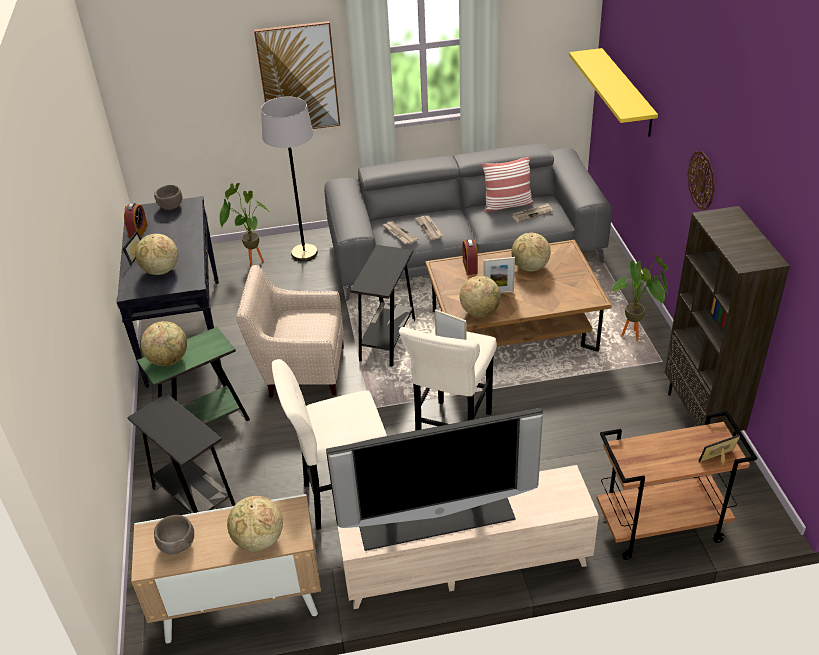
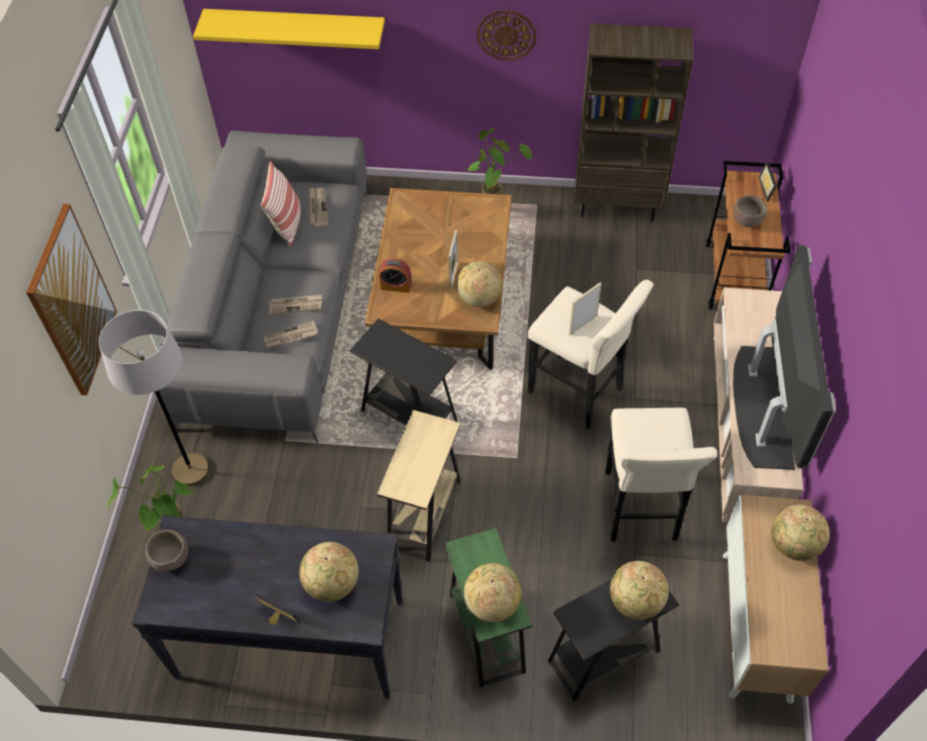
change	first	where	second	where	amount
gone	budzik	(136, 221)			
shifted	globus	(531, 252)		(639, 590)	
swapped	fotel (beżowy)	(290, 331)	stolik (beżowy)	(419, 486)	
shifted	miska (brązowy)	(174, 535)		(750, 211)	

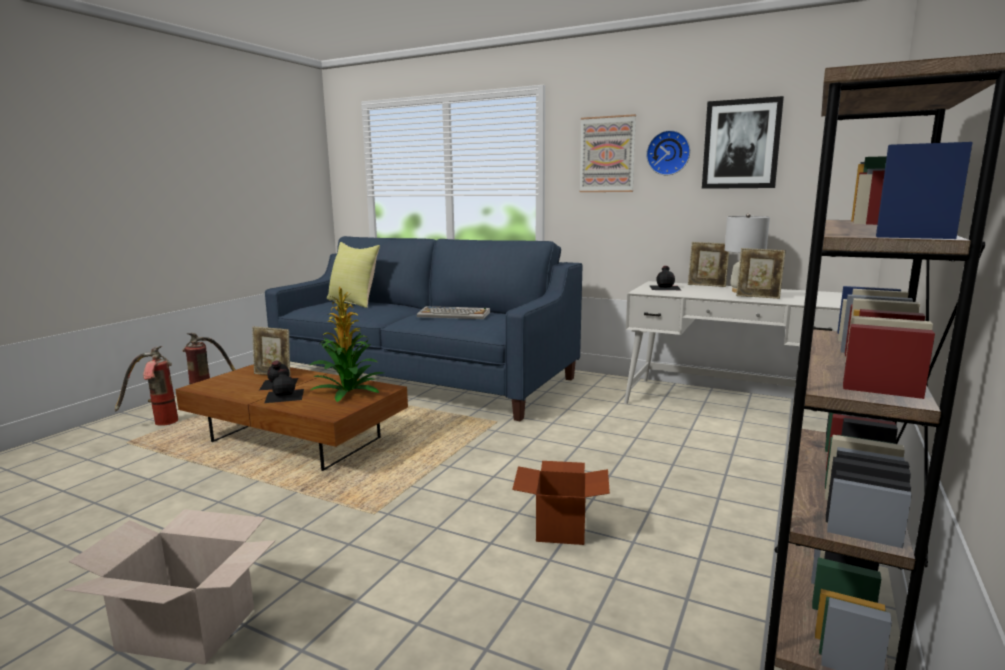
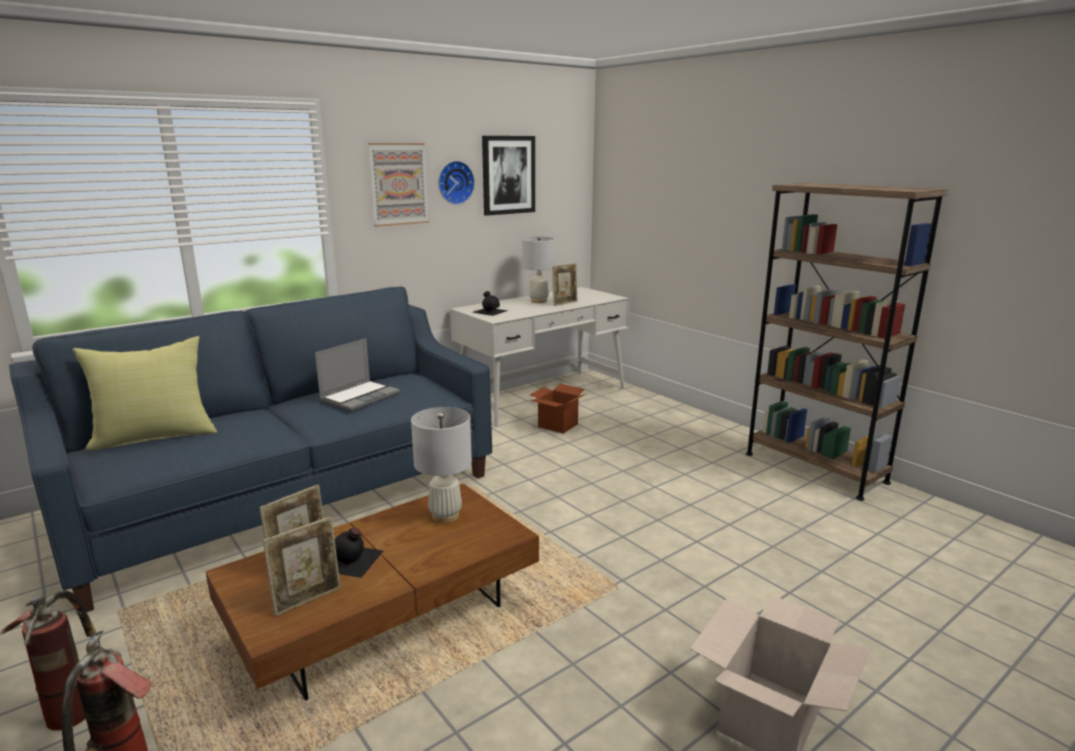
change	first	where	second	where	amount
shifted	ramka na zdjęcie	(708, 264)		(302, 566)	
swapped	roślina doniczkowa	(347, 344)	lampa stołowa (biały)	(441, 465)	
swapped	klawiatura	(453, 312)	laptop	(357, 374)	
gone	butelka (czarny)	(284, 386)			
shifted	karton	(561, 503)		(558, 409)	

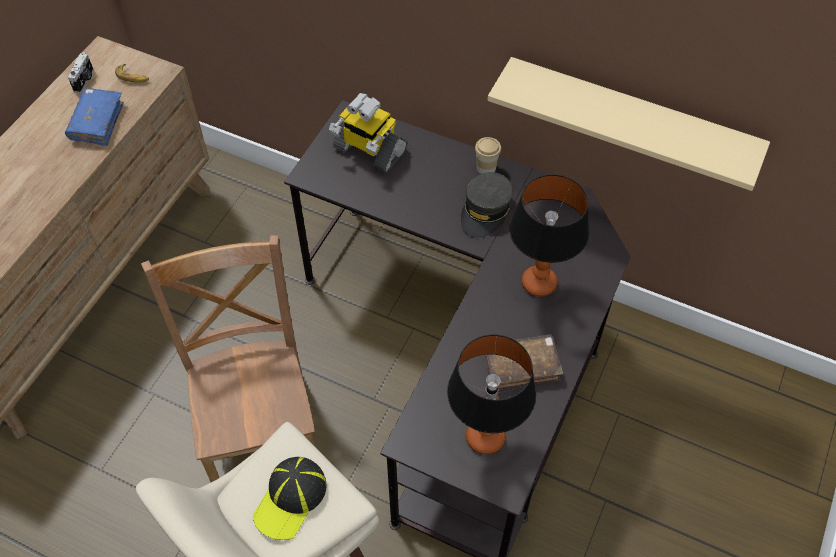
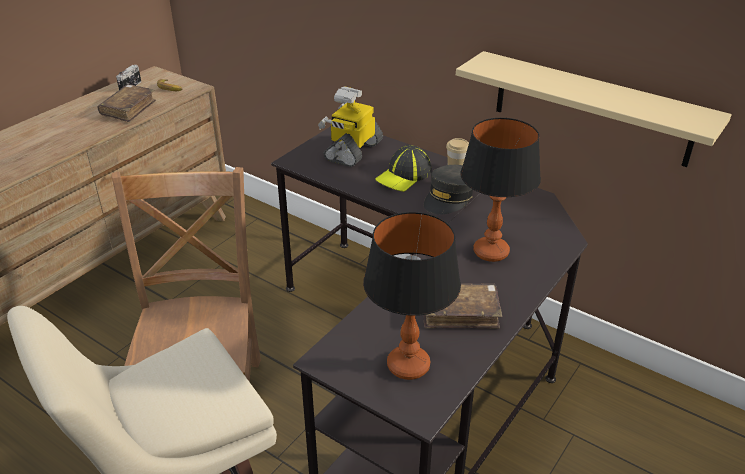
change	first	where	second	where	amount
repainted	książka (niebieski)	(94, 117)	książka (brązowy)	(126, 103)	
rotated	robot zabawkowy	(368, 133)		(350, 126)	75 degrees clockwise
shifted	czapka z daszkiem	(290, 498)		(403, 168)	

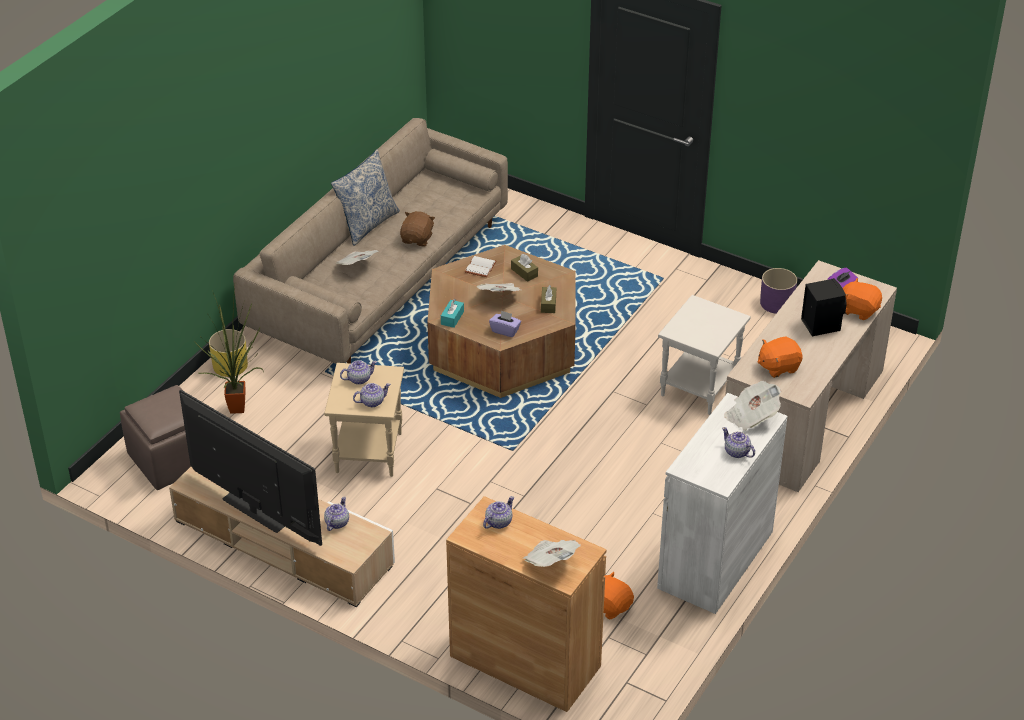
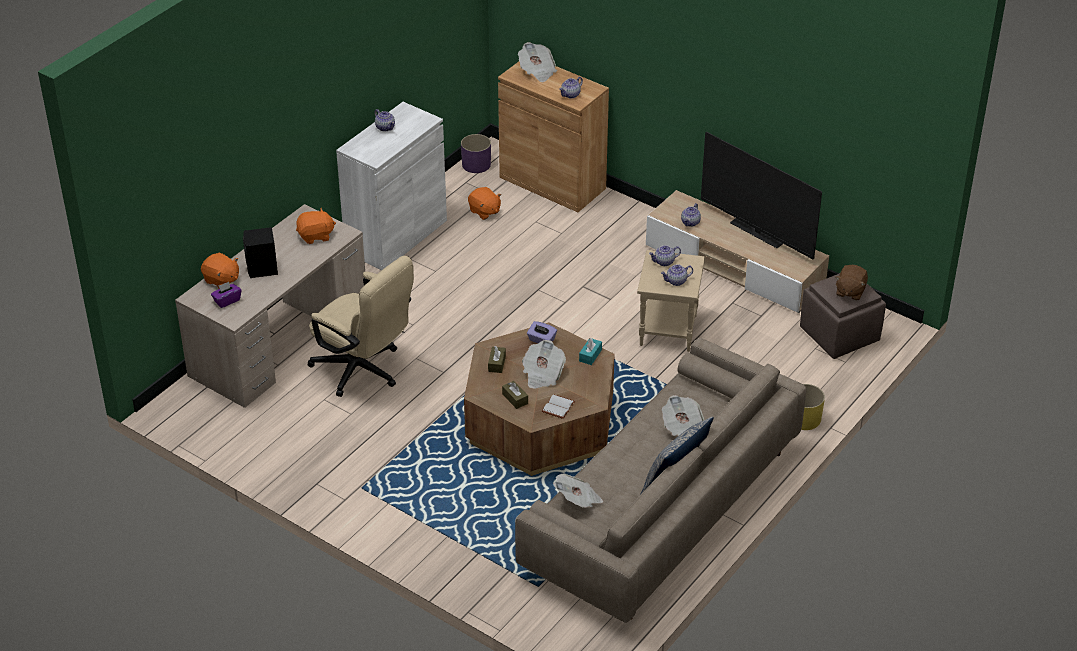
change	first	where	second	where	amount
shifted	pluszak (brązowy)	(417, 228)		(851, 282)	
shifted	donica (fioletowy)	(778, 291)		(476, 153)	
gone	roślina doniczkowa	(229, 350)			
swapped	stolik (biały)	(704, 355)	krzesło biurowe (beżowy)	(361, 326)	
shifted	gazeta	(752, 406)		(578, 491)	

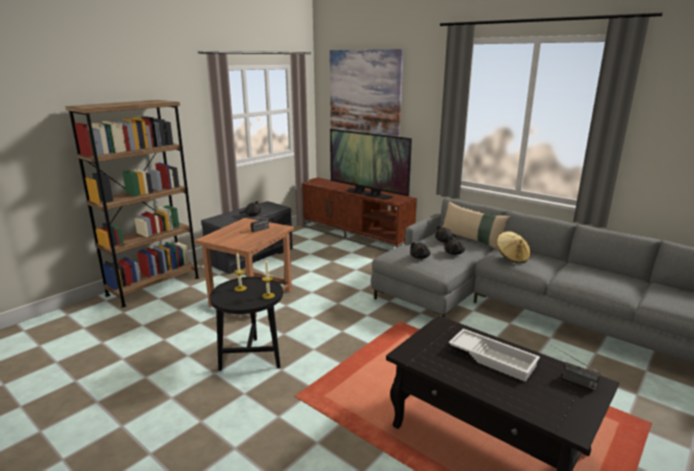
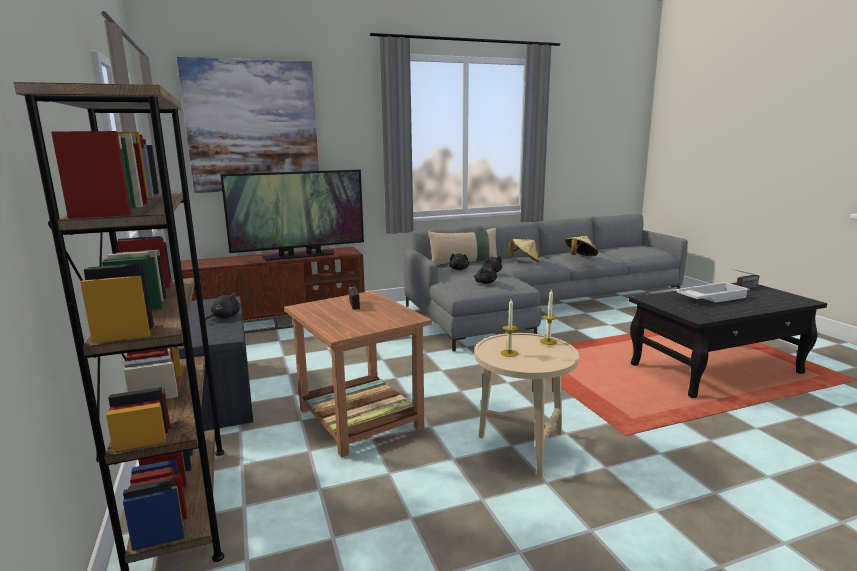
change	first	where	second	where	amount
repainted	stolik (czarny)	(246, 324)	stolik (beżowy)	(527, 405)	
new			kapelusz (beżowy)	(581, 246)	

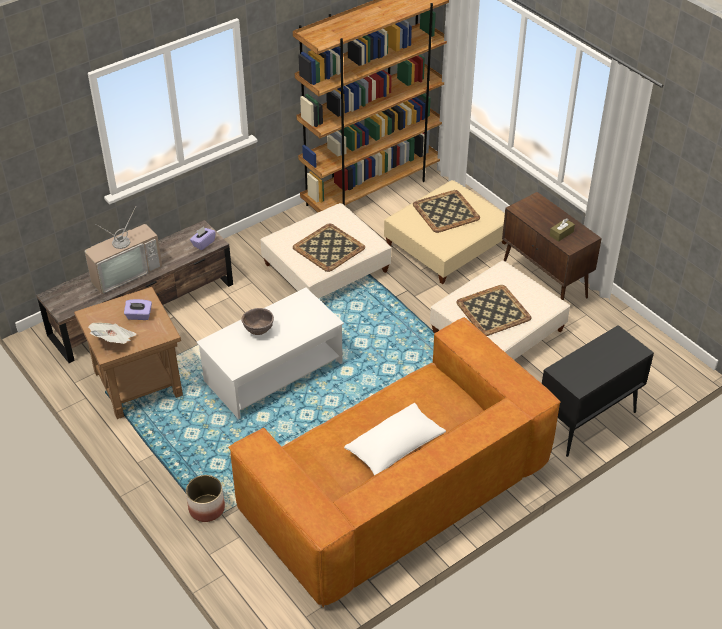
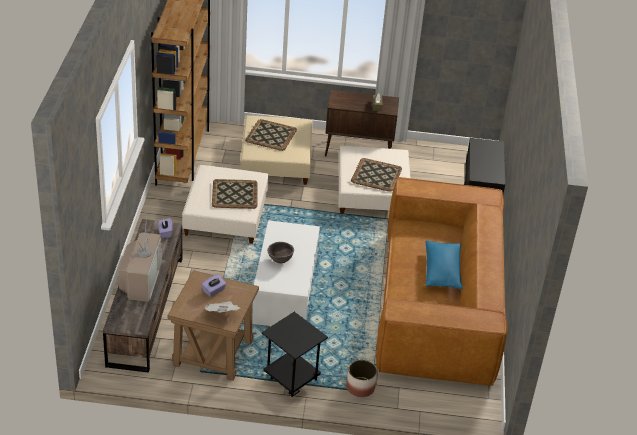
change	first	where	second	where	amount
repainted	poduszka (biały)	(395, 439)	poduszka (niebieski)	(444, 264)	
new			stolik (czarny)	(295, 354)	

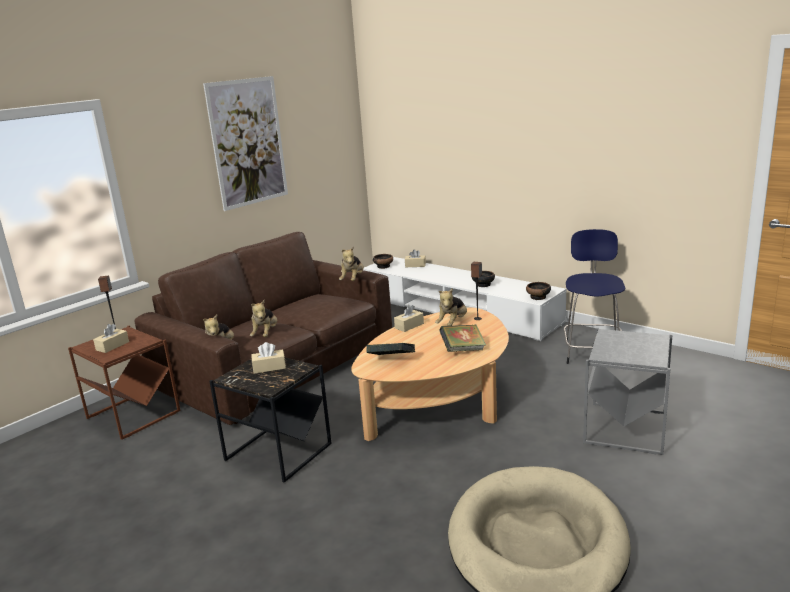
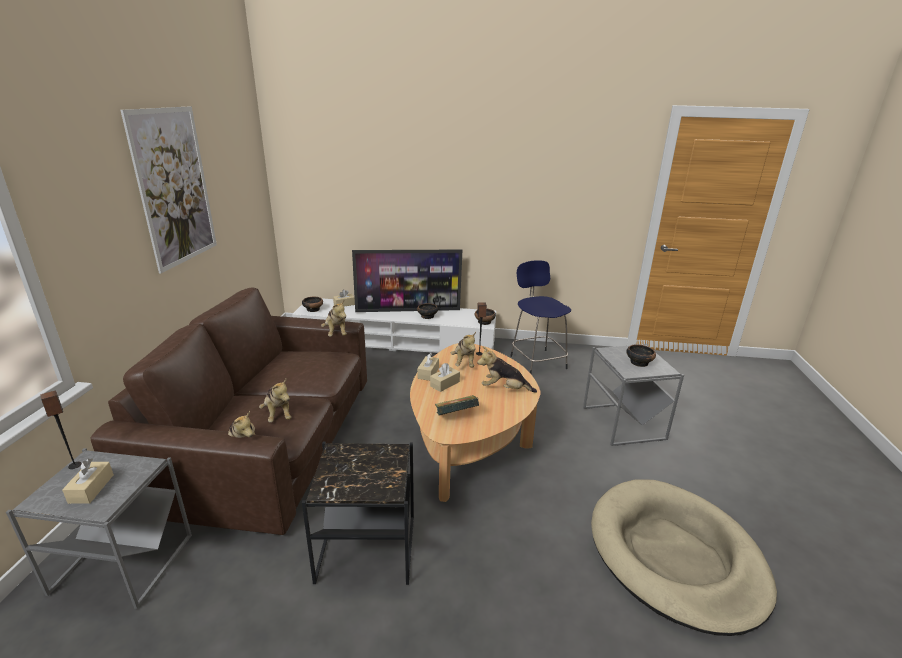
change	first	where	second	where	amount
swapped	książka	(462, 338)	pluszak	(507, 370)	
repainted	stolik (brązowy)	(124, 383)	stolik (szary)	(99, 528)	
shifted	pudełko chusteczek (beżowy)	(268, 358)		(445, 377)	
new			telewizor	(407, 281)	
new			miska	(641, 355)	

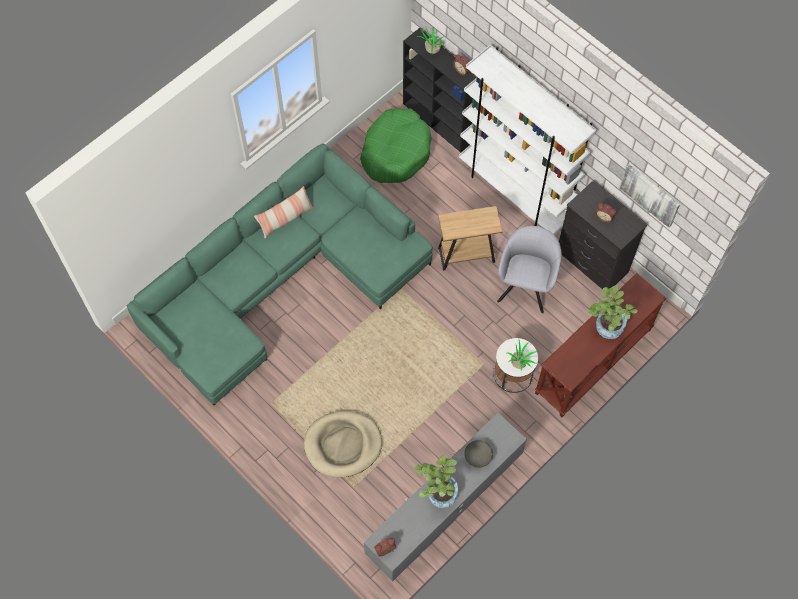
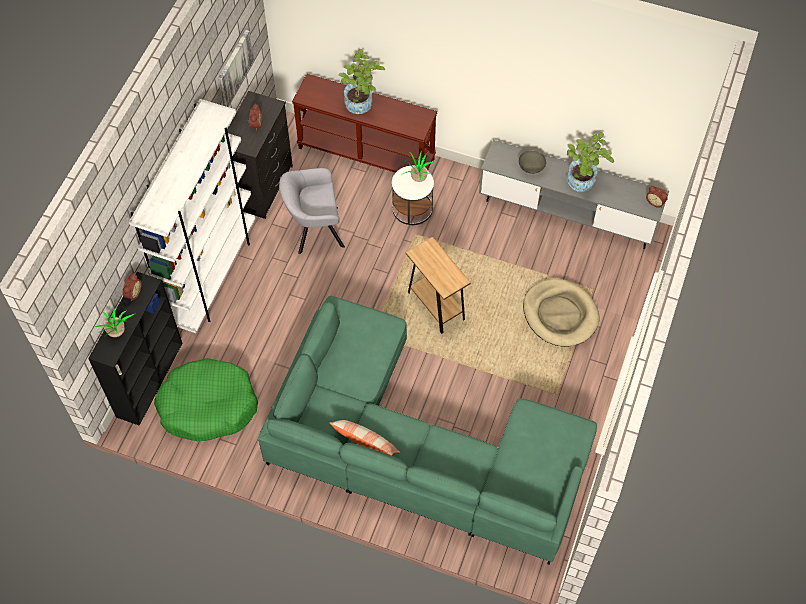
change	first	where	second	where	amount
shifted	stolik (brązowy)	(470, 238)		(438, 285)	

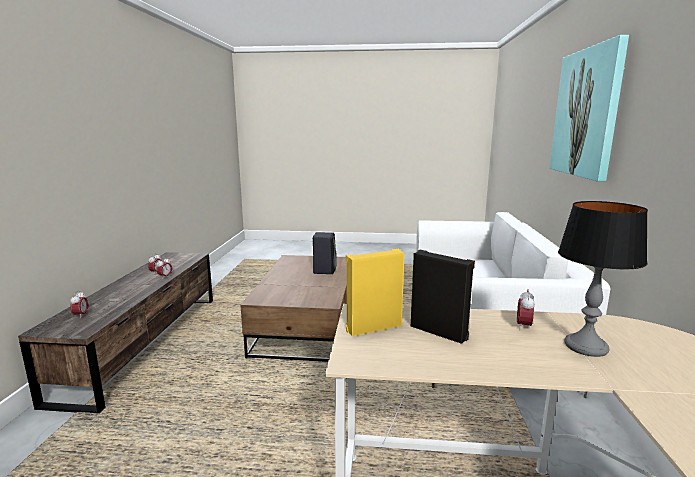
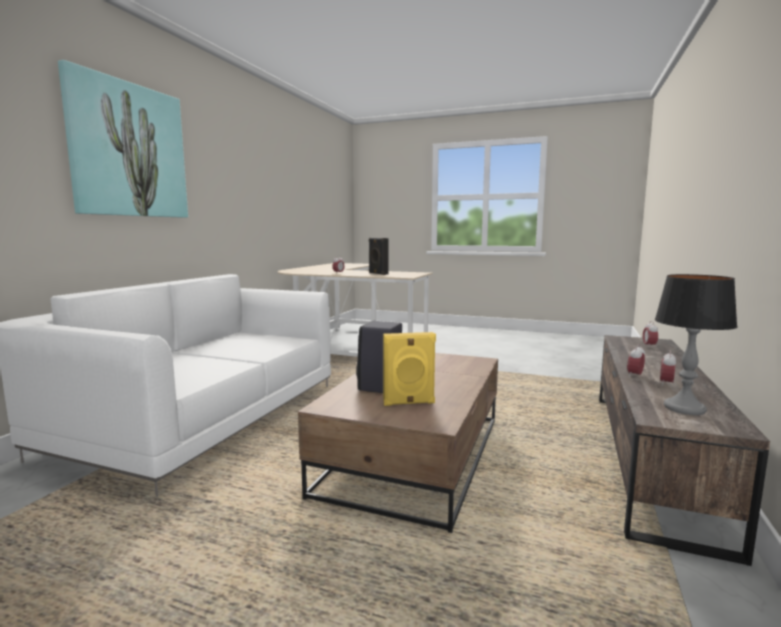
change	first	where	second	where	amount
shifted	lampa stołowa	(603, 279)		(696, 344)	
shifted	głośnik (żółty)	(375, 292)		(409, 369)	

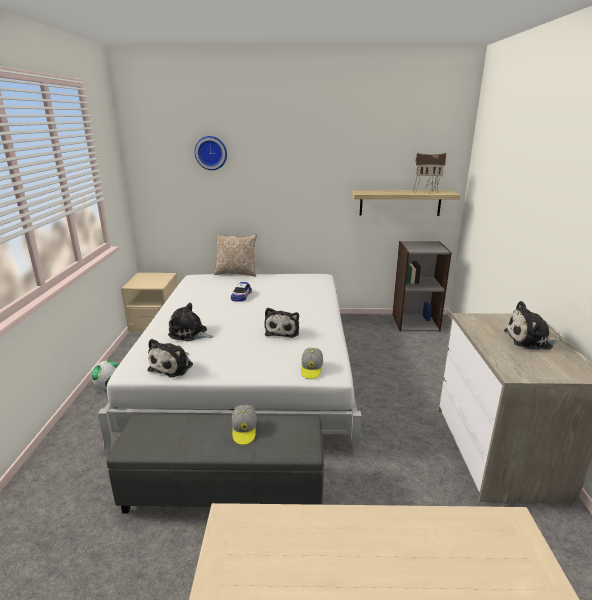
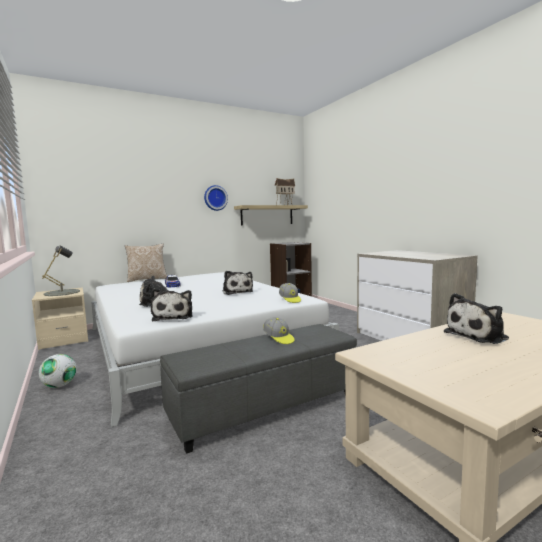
change	first	where	second	where	amount
shifted	zegar ścienny	(210, 153)		(216, 198)	
shifted	pluszak	(533, 325)		(476, 318)	
new			lampa stołowa (szary)	(61, 271)	

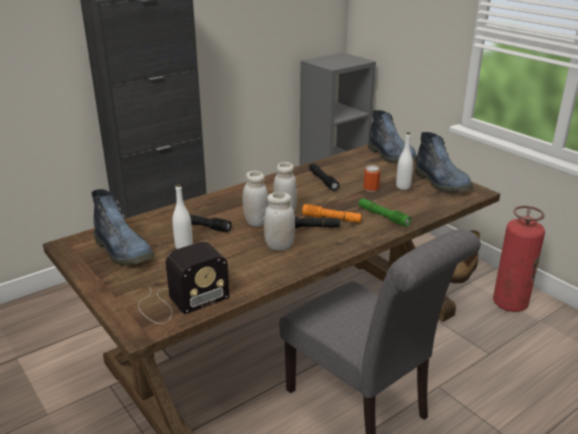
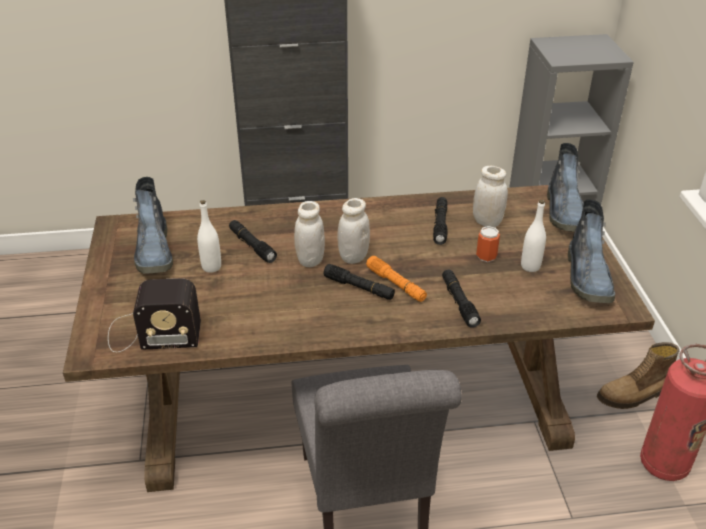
change	first	where	second	where	amount
shifted	słoik (biały)	(279, 221)		(490, 196)	
repainted	latarka (zielony)	(385, 212)	latarka (czarny)	(461, 298)	

